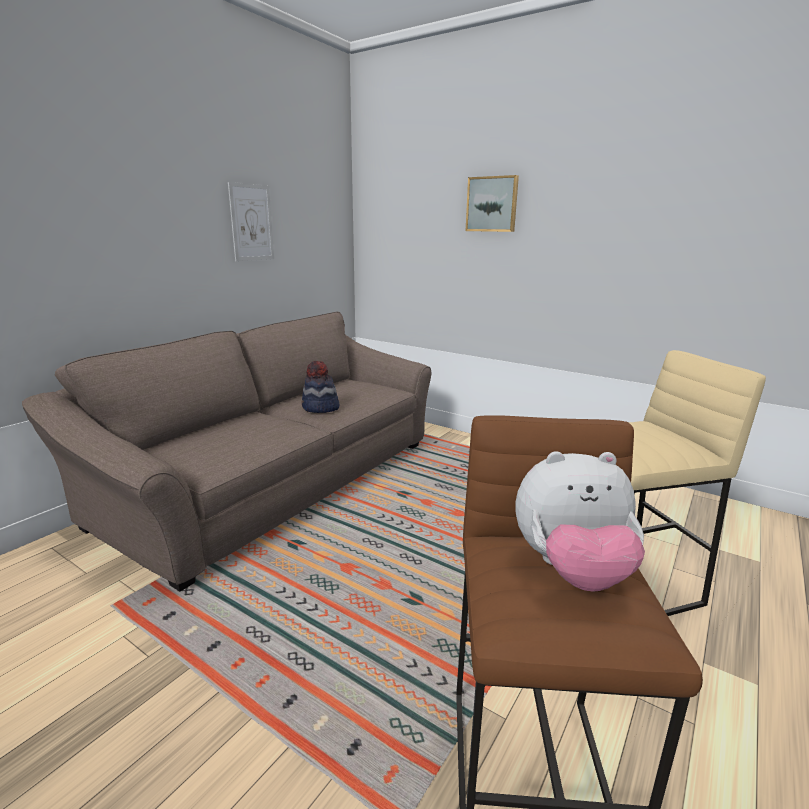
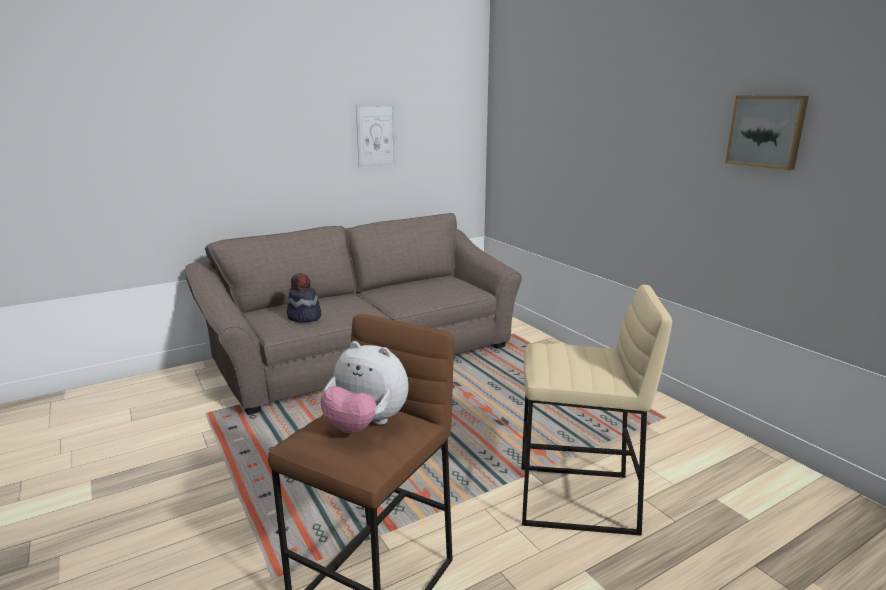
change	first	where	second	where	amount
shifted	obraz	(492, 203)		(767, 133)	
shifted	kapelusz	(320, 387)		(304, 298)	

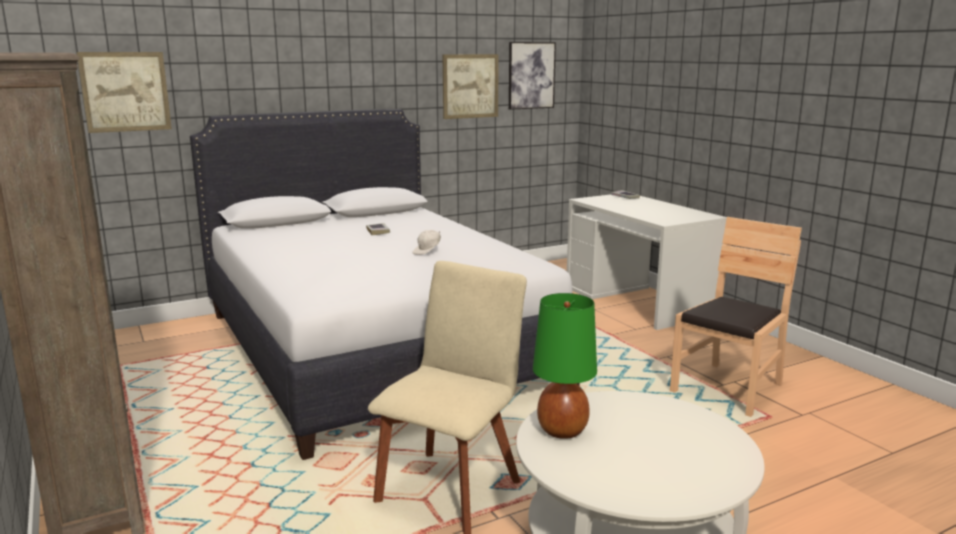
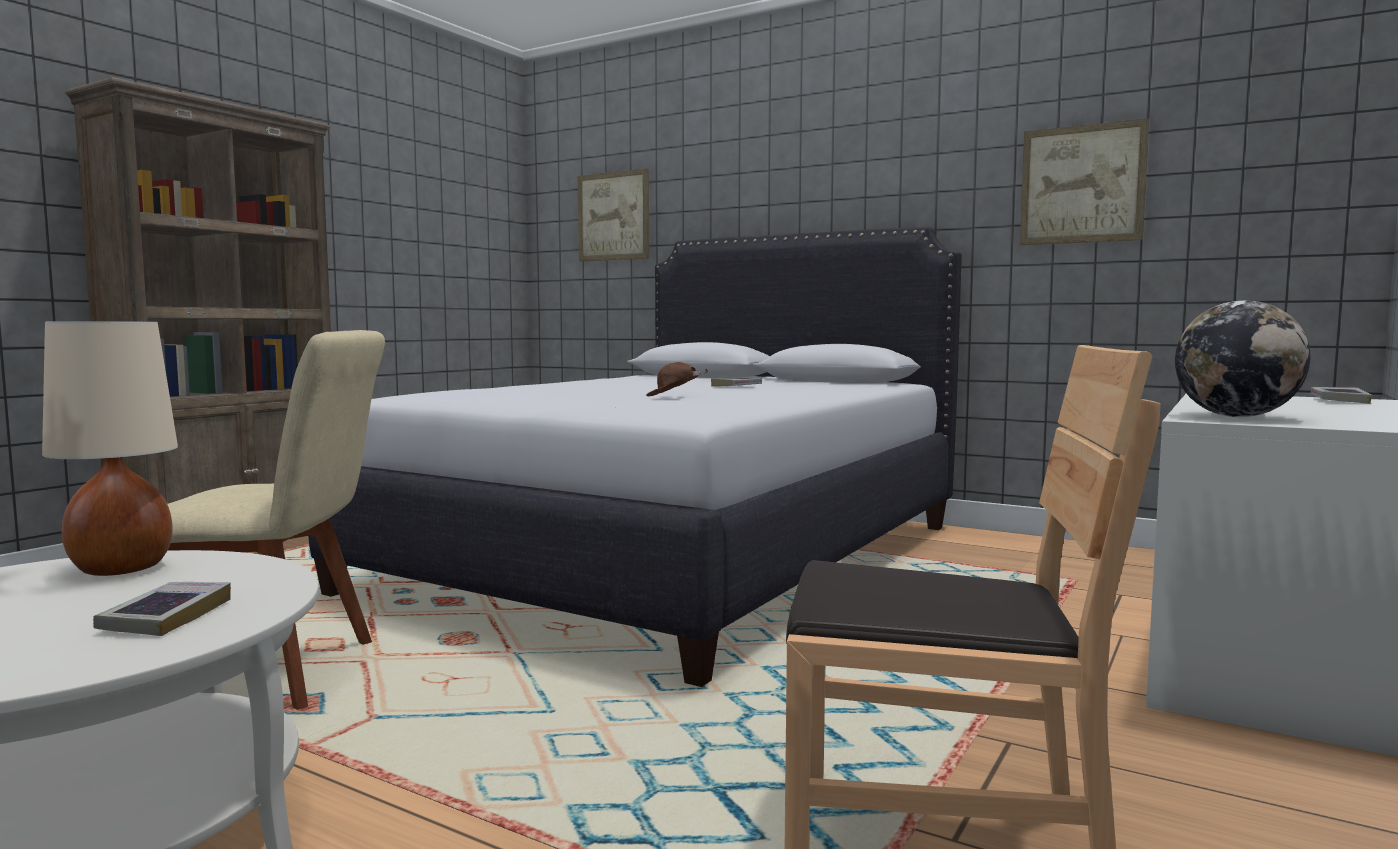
change	first	where	second	where	amount
gone	obraz	(532, 76)			
repainted	czapka z daszkiem (biały)	(427, 242)	czapka z daszkiem (brązowy)	(677, 379)	
repainted	lampa stołowa (zielony)	(565, 366)	lampa stołowa (beżowy)	(110, 448)	
new			globus	(1242, 358)	
new			książka	(162, 609)	

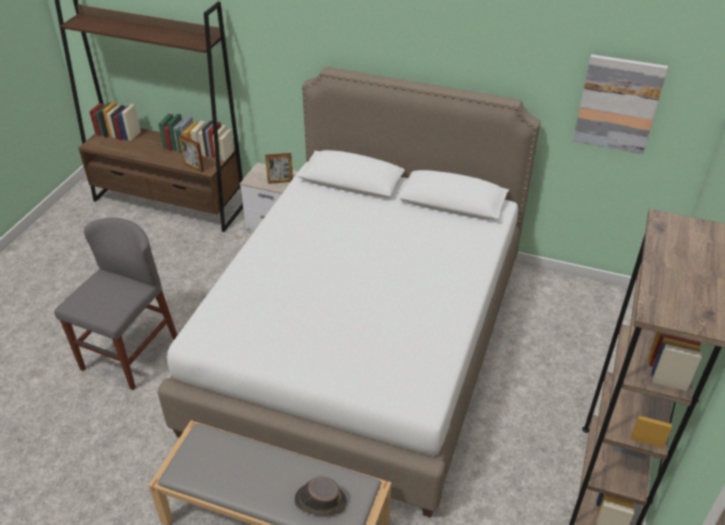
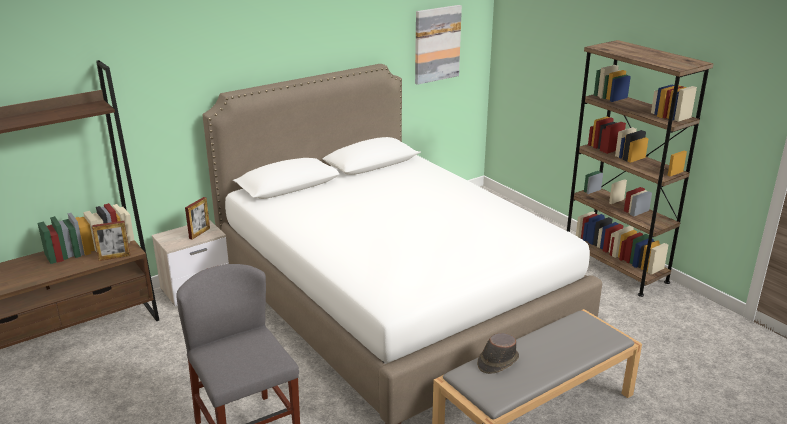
change	first	where	second	where	amount
shifted	kapelusz (brązowy)	(320, 496)		(498, 353)	

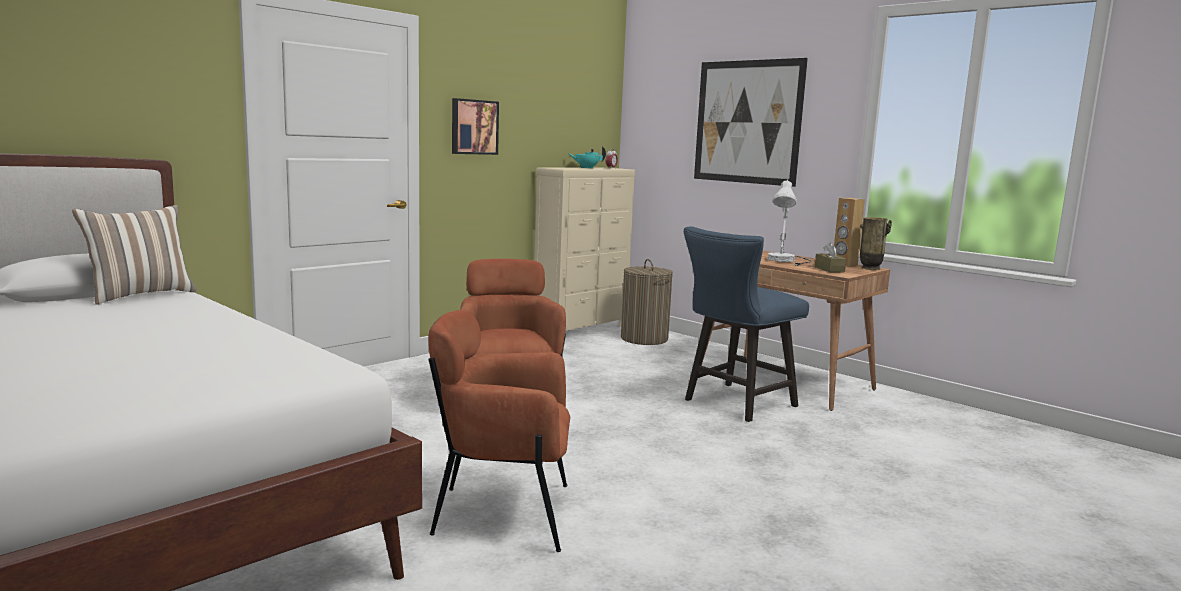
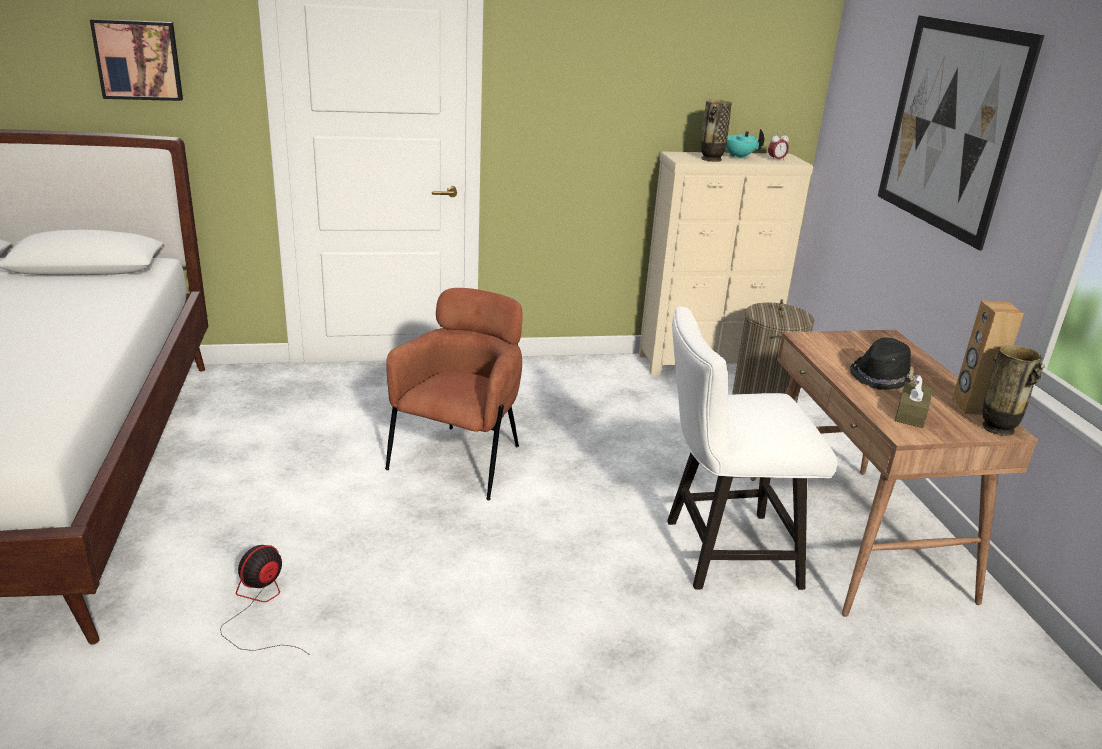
change	first	where	second	where	amount
shifted	obraz	(475, 126)		(136, 60)	
swapped	lampa stołowa (biały)	(789, 222)	kapelusz (czarny)	(882, 363)	
gone	poduszka	(134, 255)			
repainted	krzesło (niebieski)	(746, 324)	krzesło (biały)	(752, 448)	
swapped	fotel (brązowy)	(499, 431)	wentylator	(265, 600)	
new			wazon	(716, 131)	

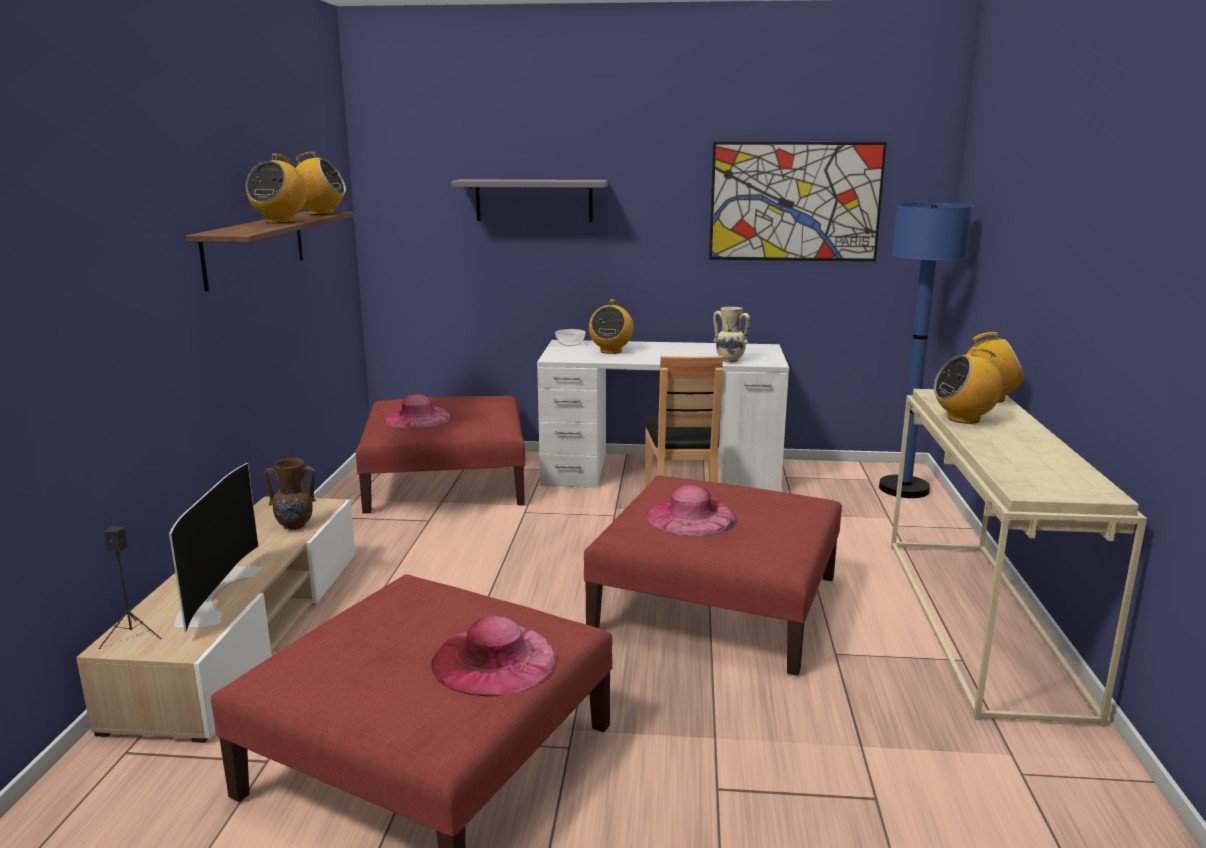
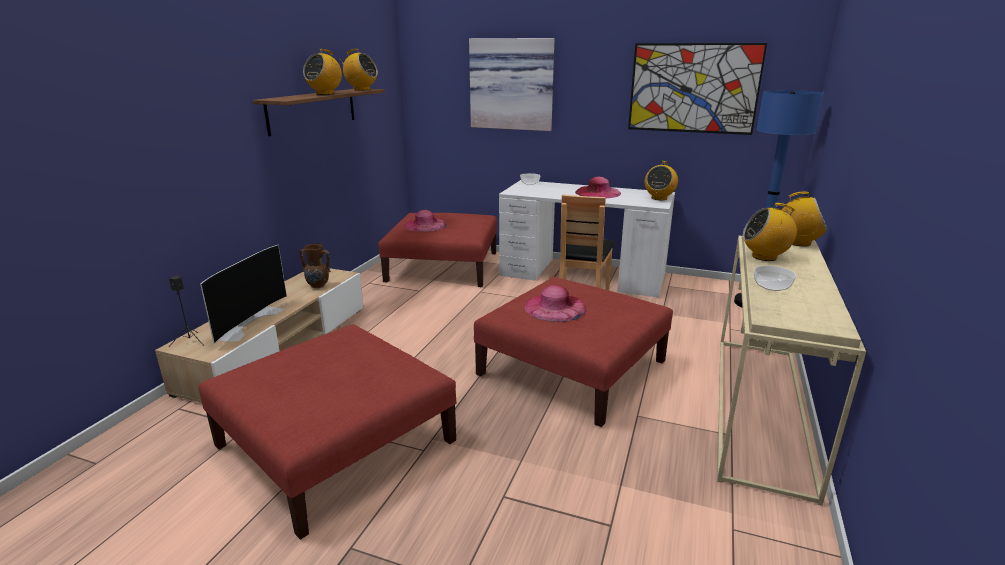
change	first	where	second	where	amount
swapped	półka (szary)	(530, 200)	obraz	(512, 84)	
shifted	radio	(611, 326)		(661, 180)	
gone	wazon (beżowy)	(731, 334)			
shifted	kapelusz (różowy)	(493, 656)		(598, 187)	
new			miska	(775, 278)	

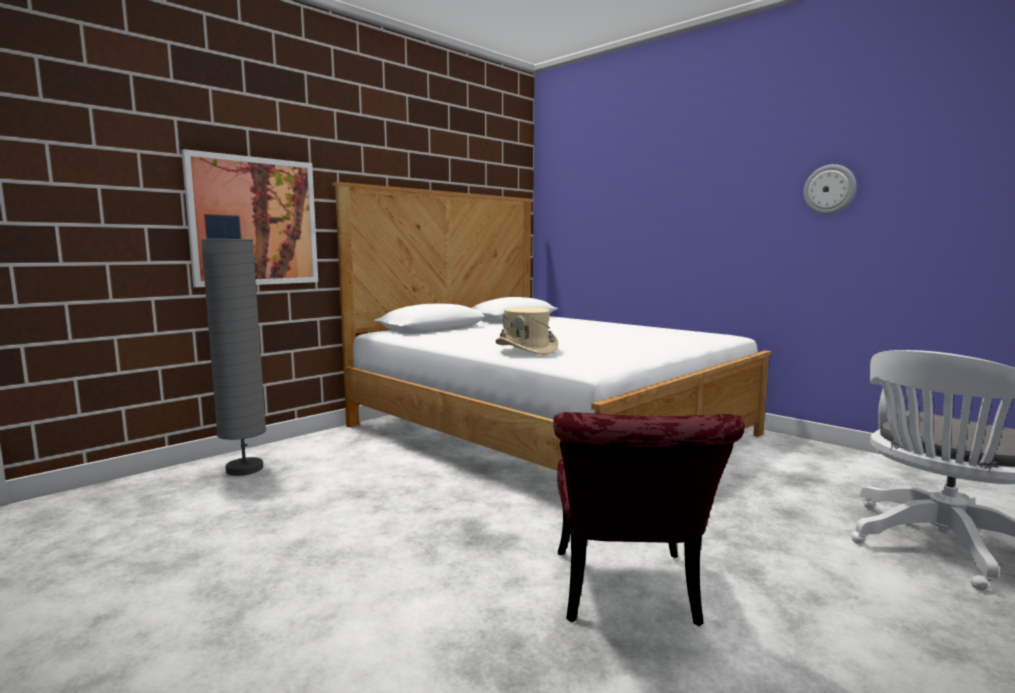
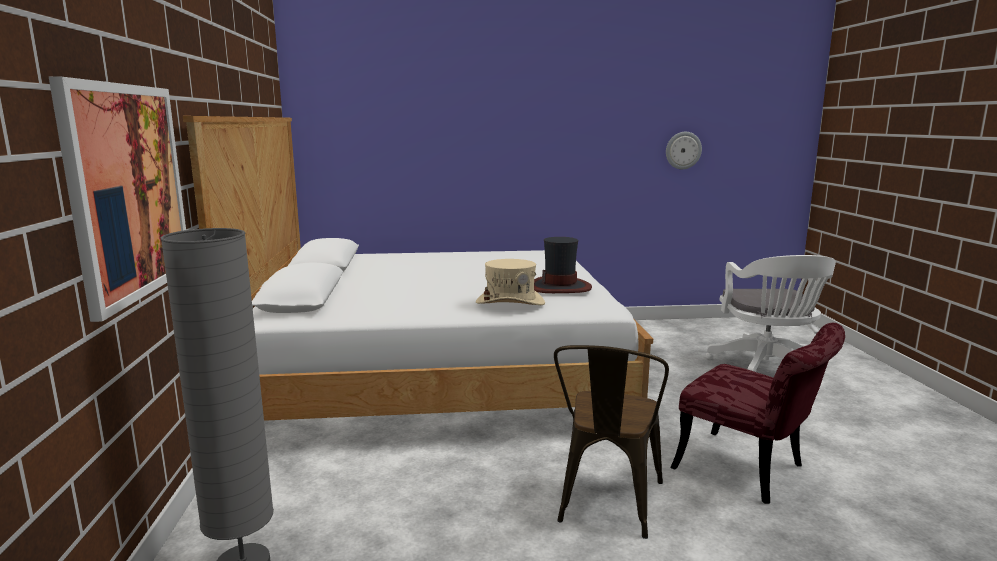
change	first	where	second	where	amount
shifted	zegar ścienny	(829, 189)		(684, 150)	
new			kapelusz	(563, 265)	
new			krzesło (brązowy)	(611, 442)	

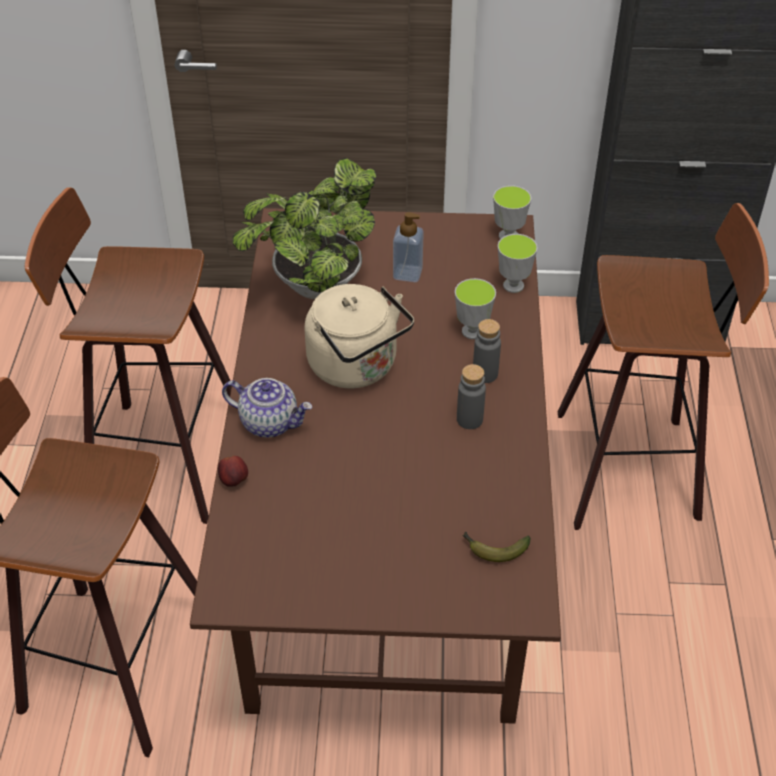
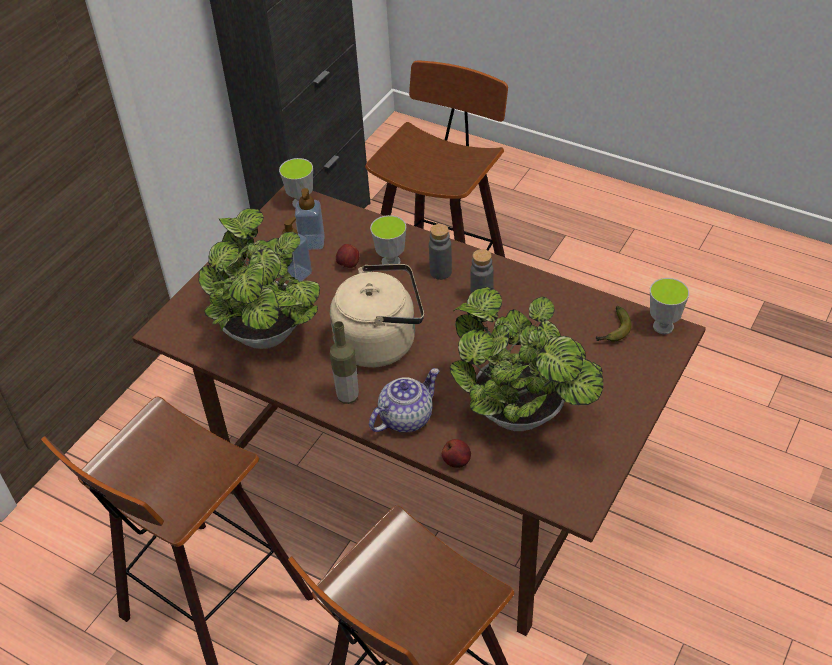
change	first	where	second	where	amount
shifted	filiżanka	(518, 263)		(669, 306)	
new			dozownik mydła	(310, 219)	
new			jabłko	(347, 256)	
new			roślina doniczkowa	(526, 359)	
new			butelka	(344, 362)	

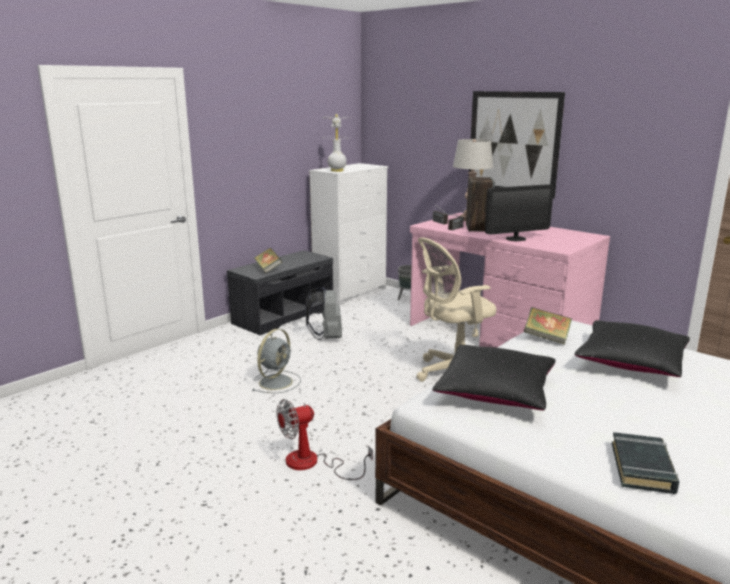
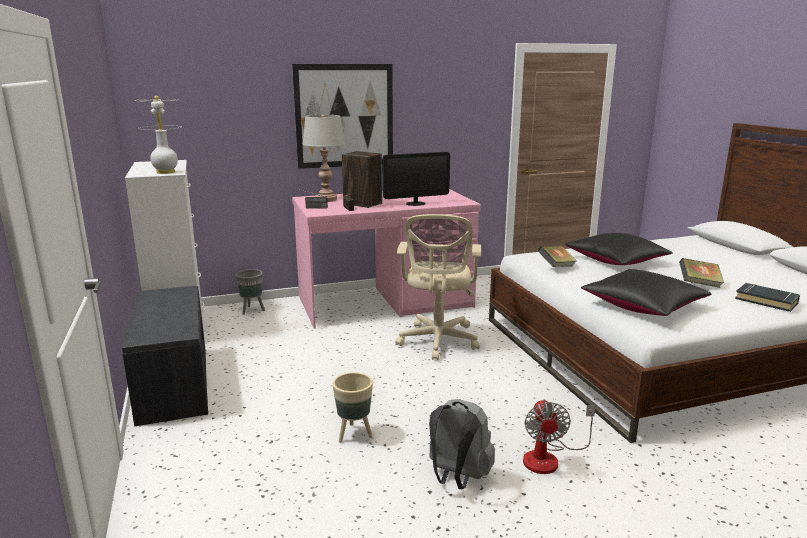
change	first	where	second	where	amount
rotated	monitor	(519, 212)		(416, 179)	60 degrees clockwise
shifted	książka	(268, 260)		(701, 273)	
shifted	plecak (szary)	(323, 313)		(462, 444)	
swapped	wentylator (szary)	(276, 361)	donica (beżowy)	(352, 407)	

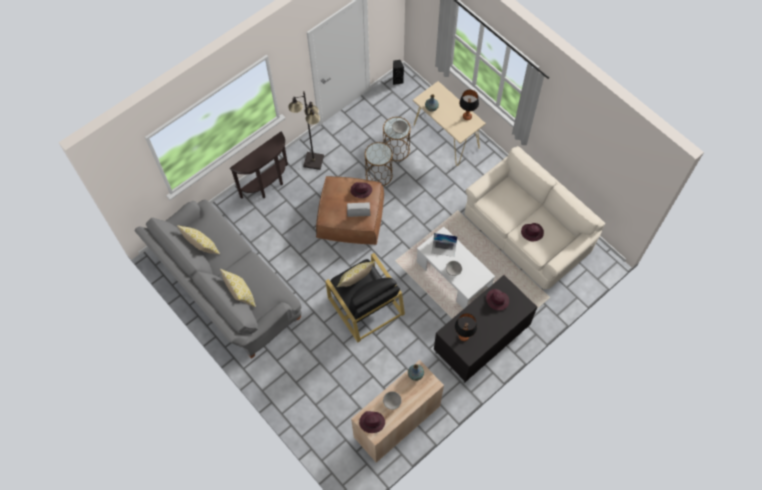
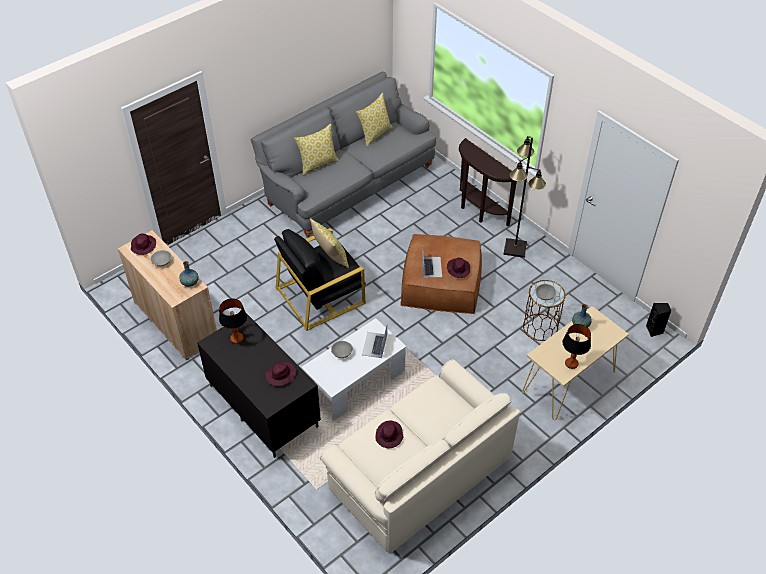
change	first	where	second	where	amount
gone	stolik (brązowy)	(379, 164)			

